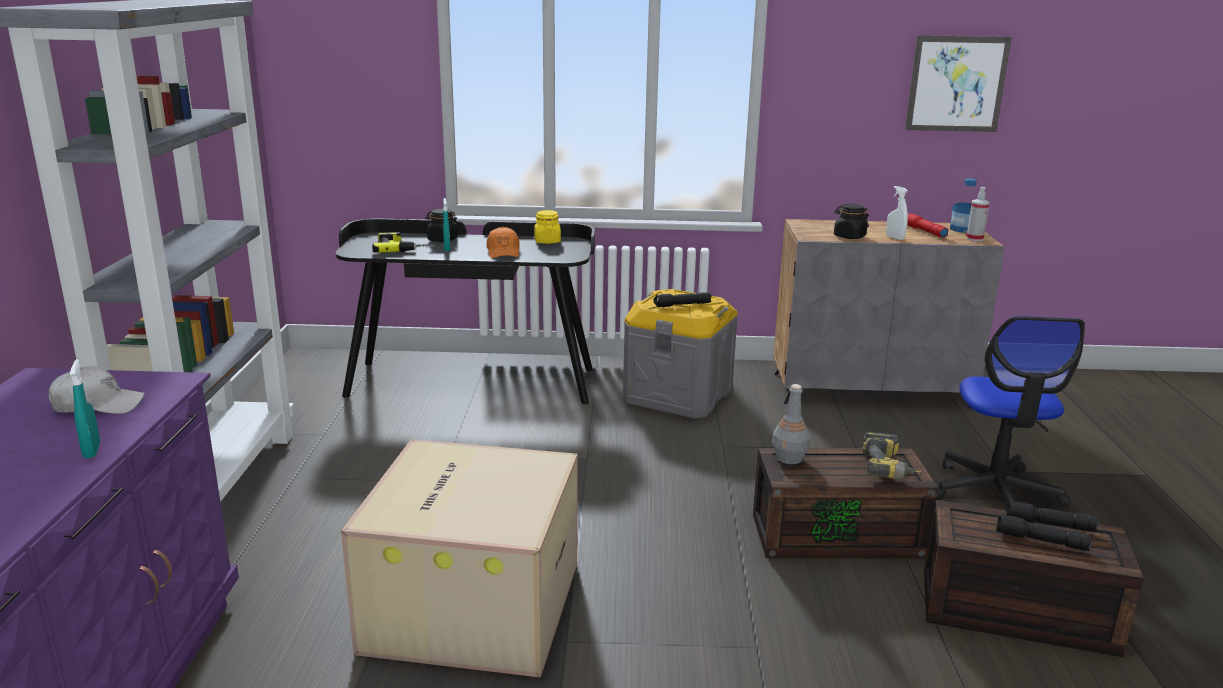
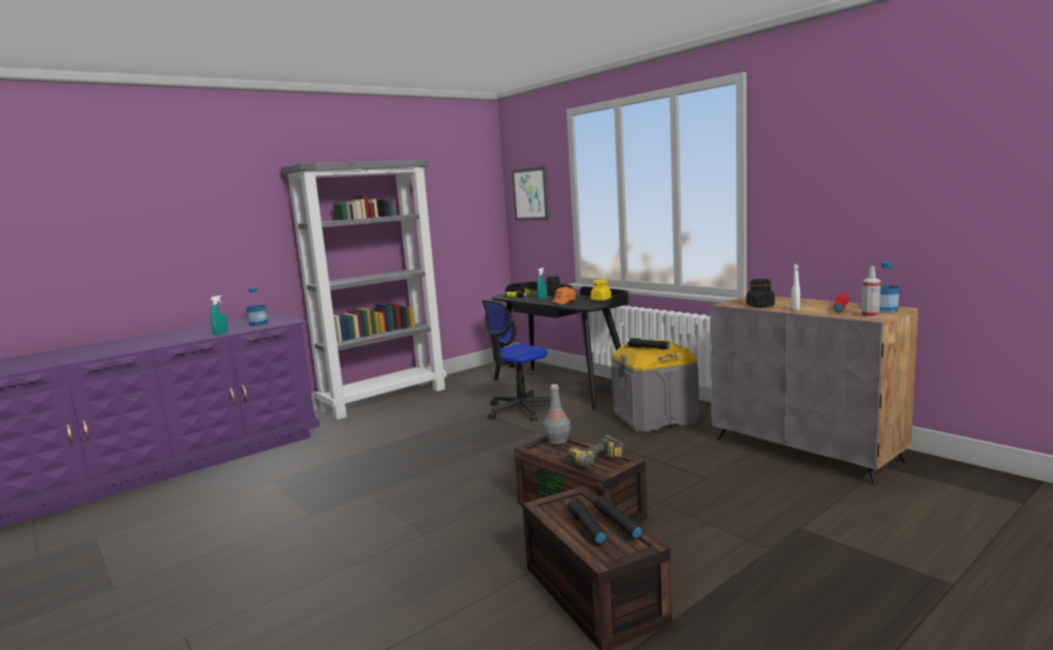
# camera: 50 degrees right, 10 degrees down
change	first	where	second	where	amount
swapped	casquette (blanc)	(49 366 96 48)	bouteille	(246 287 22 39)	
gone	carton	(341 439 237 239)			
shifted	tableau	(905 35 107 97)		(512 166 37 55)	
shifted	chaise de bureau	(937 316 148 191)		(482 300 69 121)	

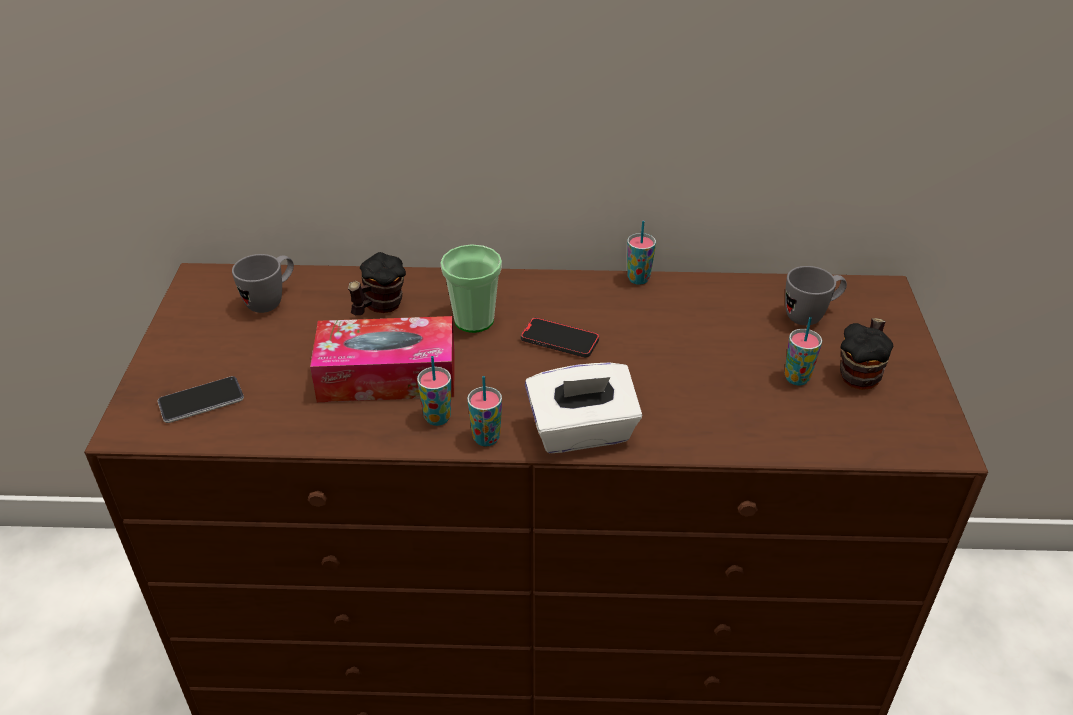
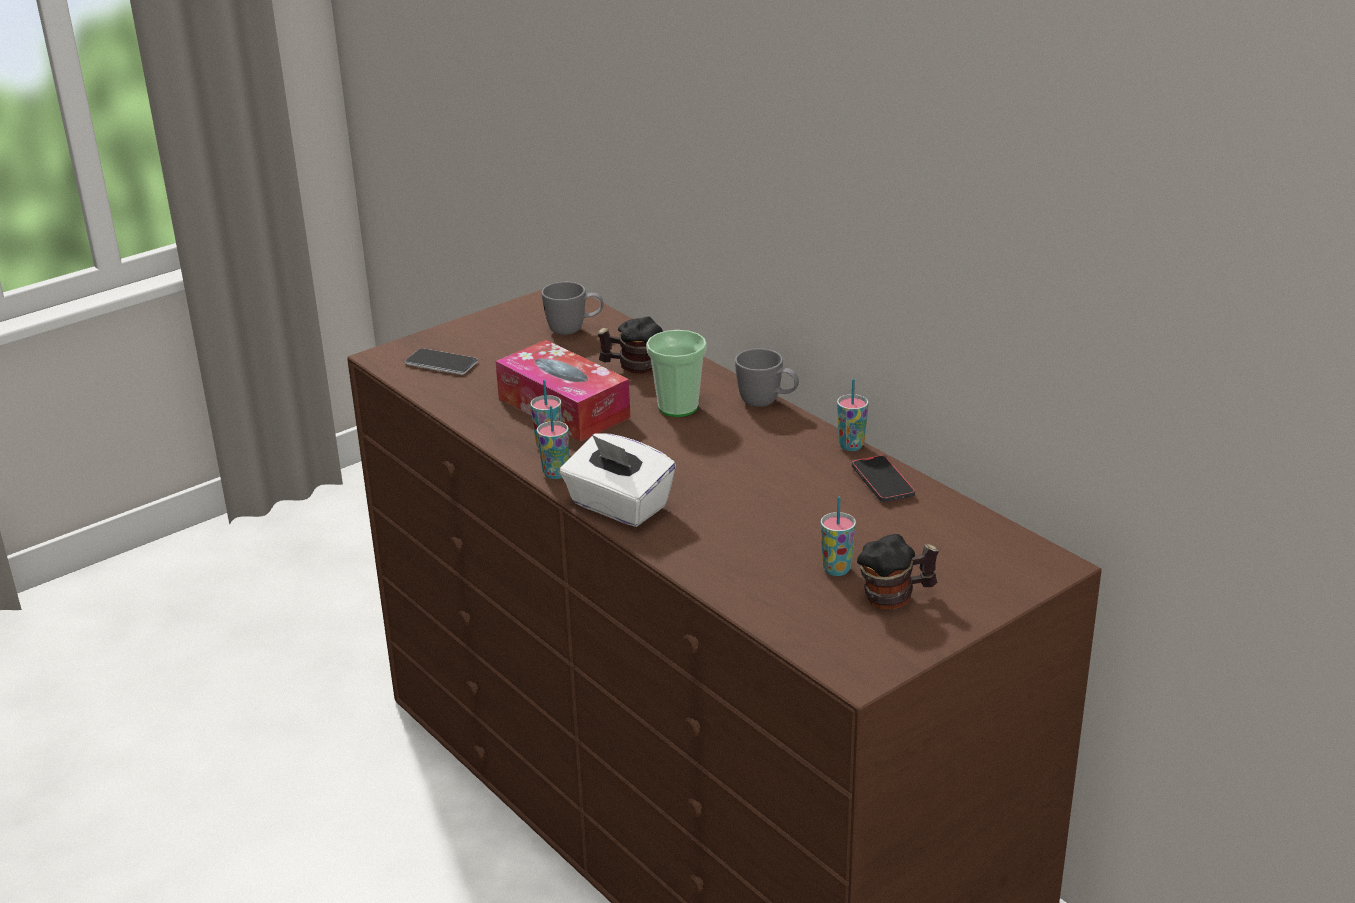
# camera: 50 degrees right, 10 degrees down
change	first	where	second	where	amount
shifted	téléphone	(521 317 78 41)		(852 455 63 47)	
shifted	mug (gris)	(785 266 62 60)		(735 348 64 59)	

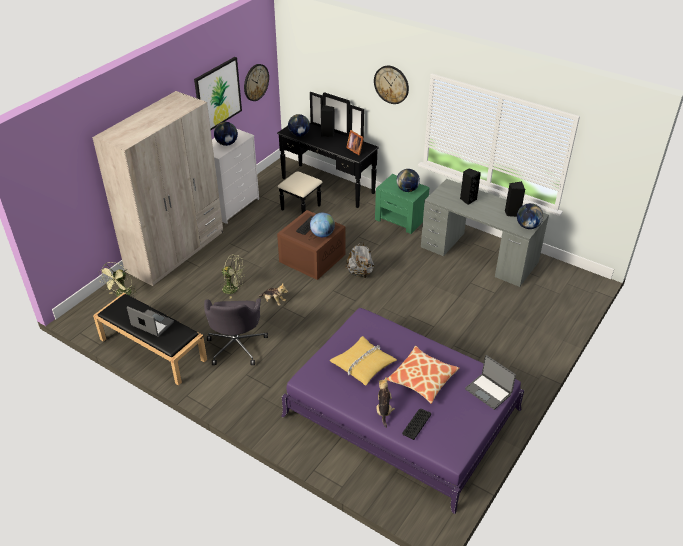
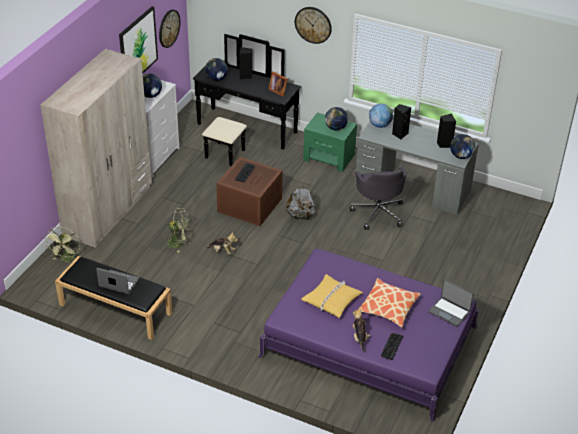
# camera: 10 degrees left, 0 degrees up
change	first	where	second	where	amount
shifted	chaise de bureau (gris)	(204 298 64 67)		(350 167 56 63)	
shifted	globe	(310 213 25 24)		(369 104 24 24)	

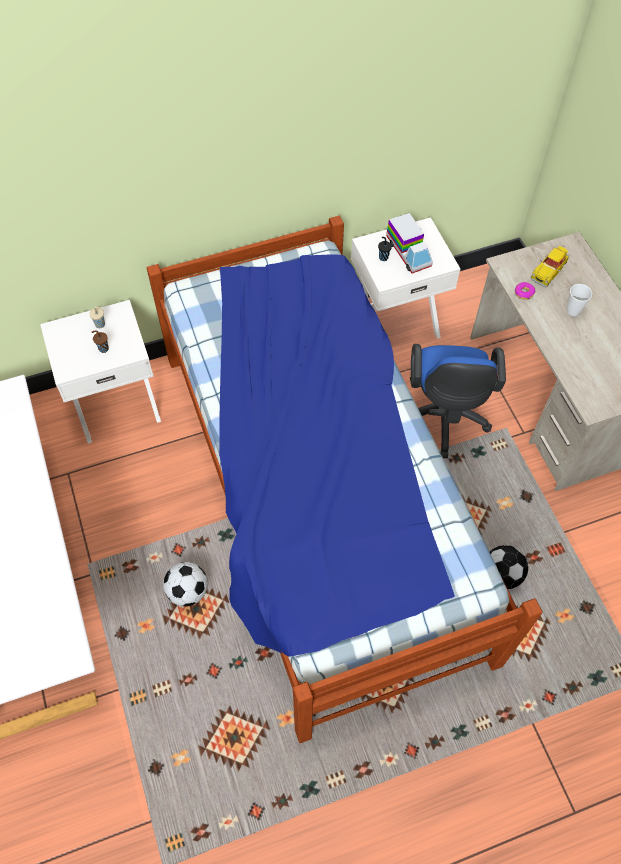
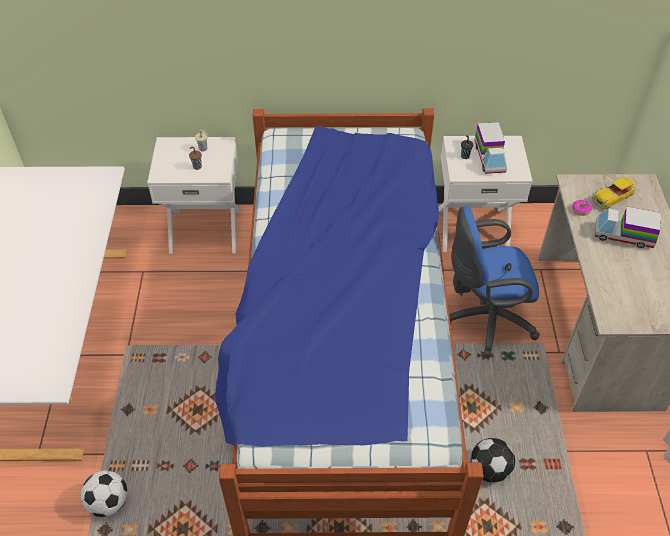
# camera: 20 degrees right, 10 degrees down
change	first	where	second	where	amount
shifted	ballon de foot	(163 562 45 44)		(81 470 46 47)	
rotated	chaise de bureau (bleu)	(410 344 96 114)		(449 206 91 152)	60 degrees clockwise
swapped	tasse	(567 284 25 32)	camion jouet	(595 207 66 41)	

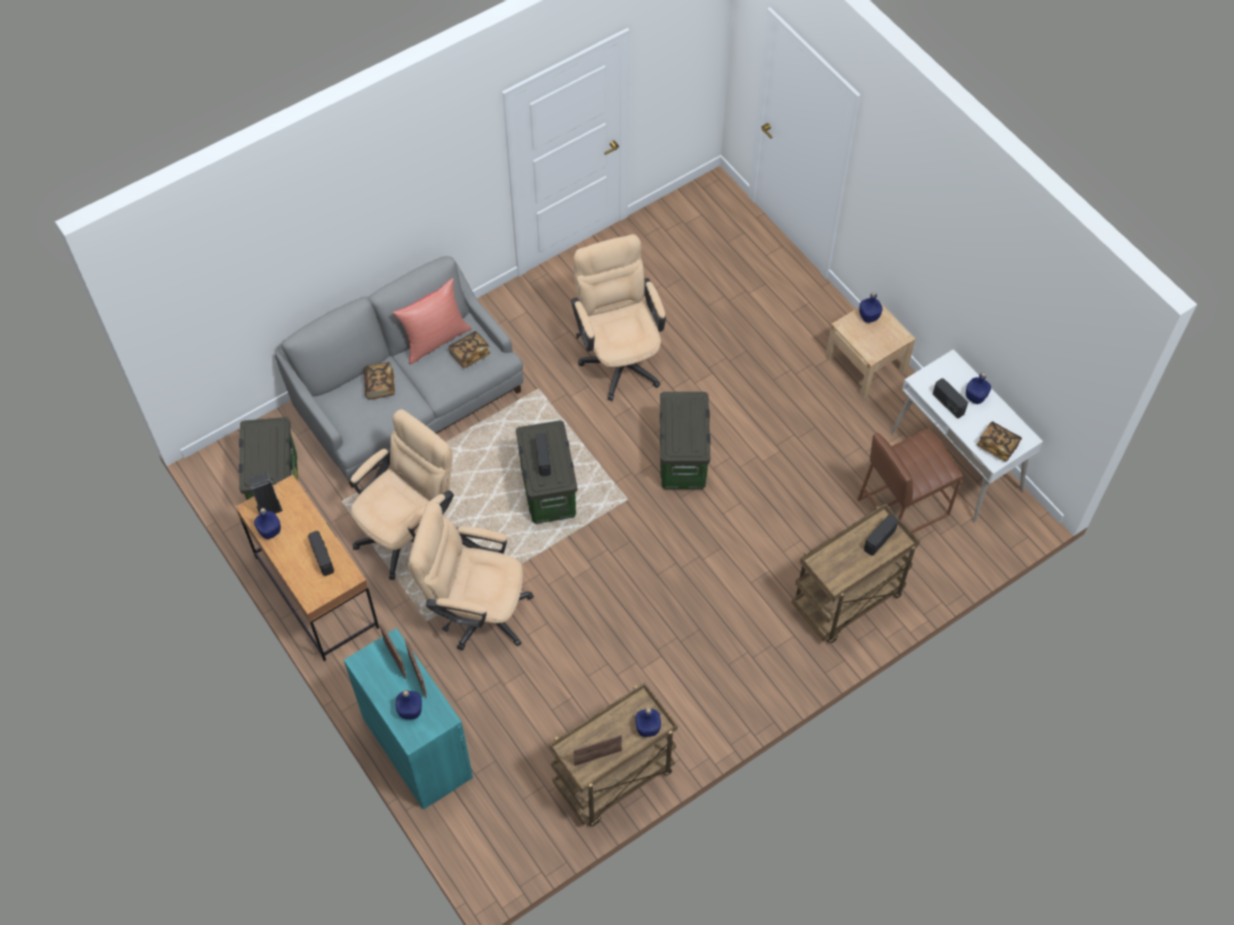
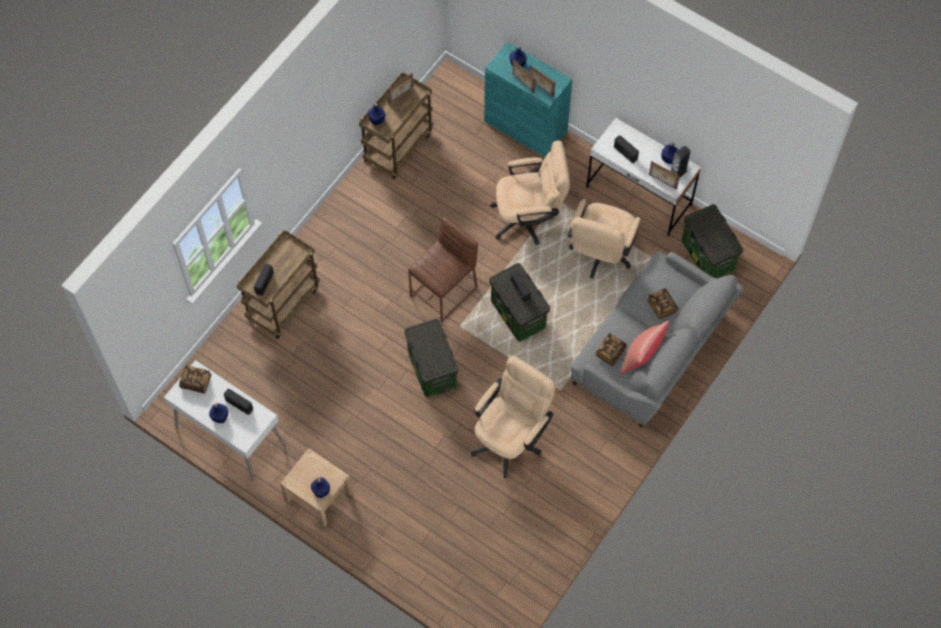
# camera: 160 degrees right, 5 degrees up
change	first	where	second	where	amount
repainted	bureau (marron)	(236 475 143 186)	bureau (blanc)	(586 118 115 118)	
rotated	chaise de bureau (beige)	(571 234 95 167)		(471 356 84 122)	105 degrees counterclockwise
shifted	tabouret (marron)	(857 428 106 105)		(408 217 70 105)	
new			cadre photo	(649 161 31 29)	

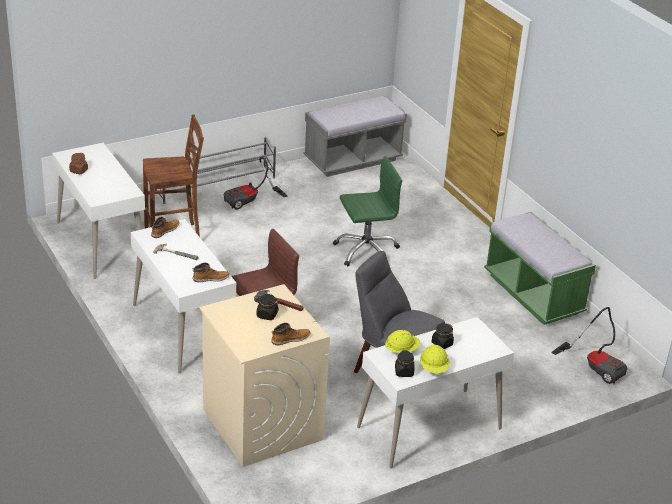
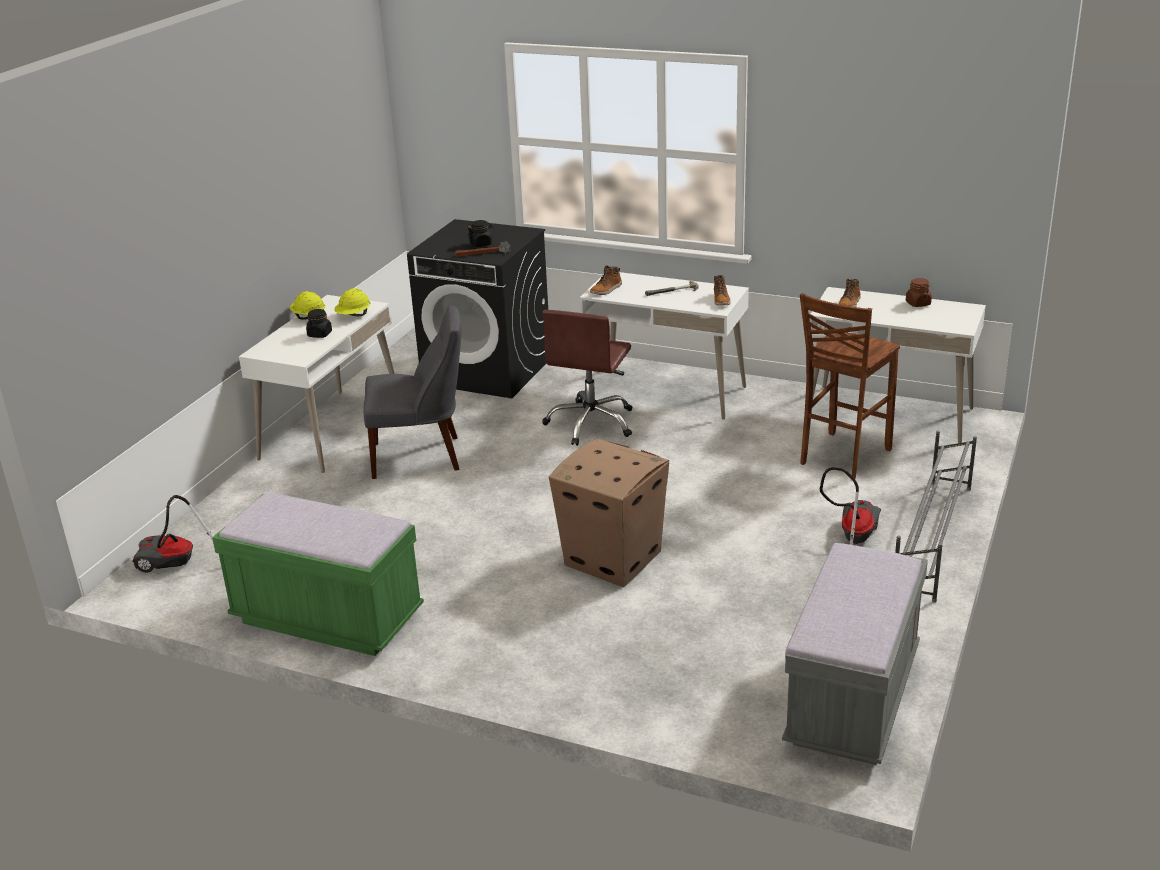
# camera: 145 degrees right, 5 degrees down
change	first	where	second	where	amount
repainted	lave-linge (beige)	(199 284 131 183)	lave-linge (noir)	(407 219 141 179)	
shifted	botte	(271 323 39 22)		(839 278 22 29)	
swapped	chaise de bureau (vert)	(333 156 69 110)	carton	(549 439 120 148)	
gone	bocal (noir)	(395 350 19 27)			

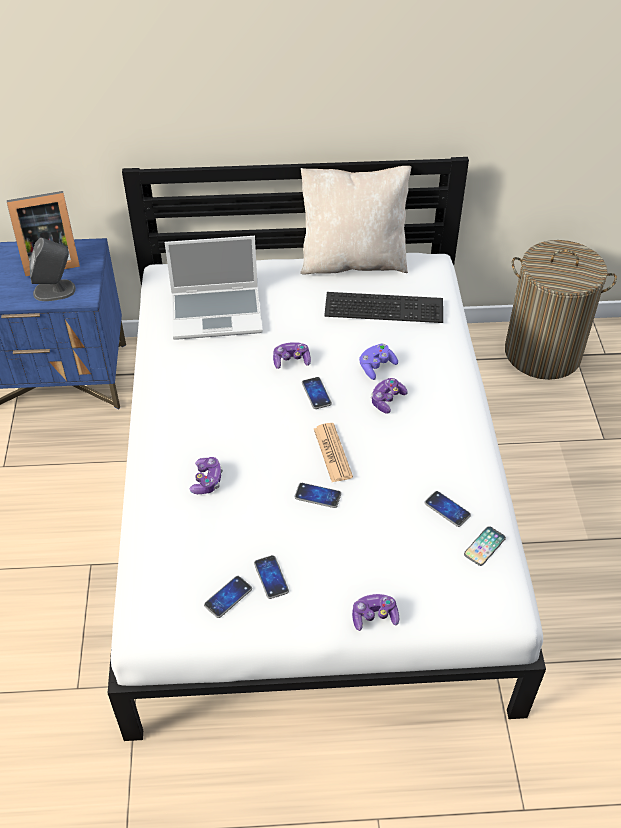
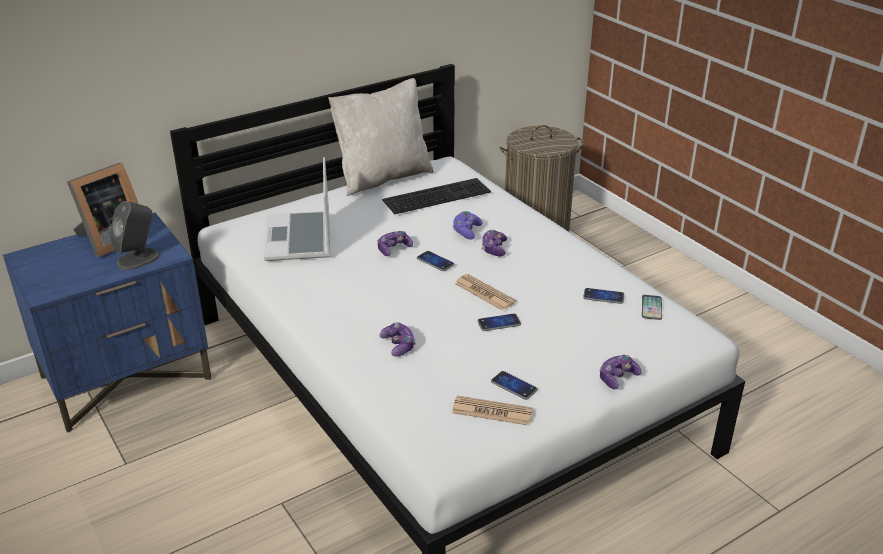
# camera: 30 degrees left, 15 degrees down
change	first	where	second	where	amount
rotated	ordinateur portable	(165 236 98 104)		(264 157 66 104)	120 degrees clockwise
swapped	téléphone	(204 576 48 42)	journal	(452 396 81 30)	

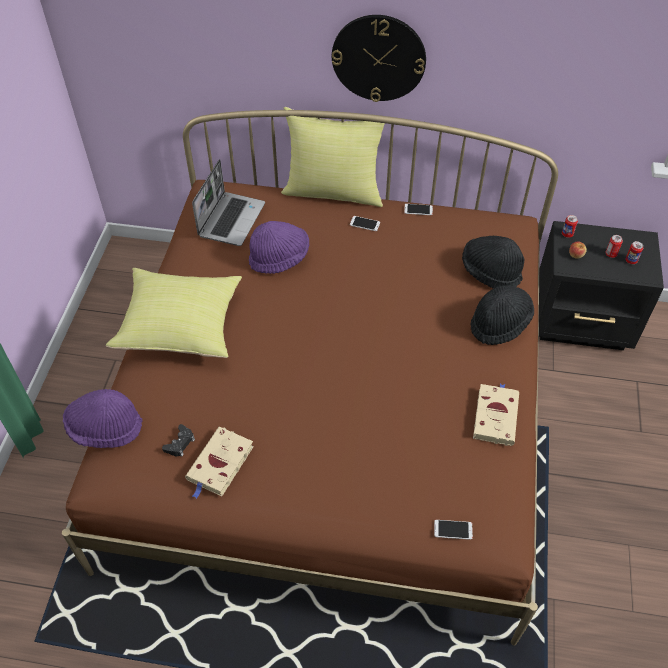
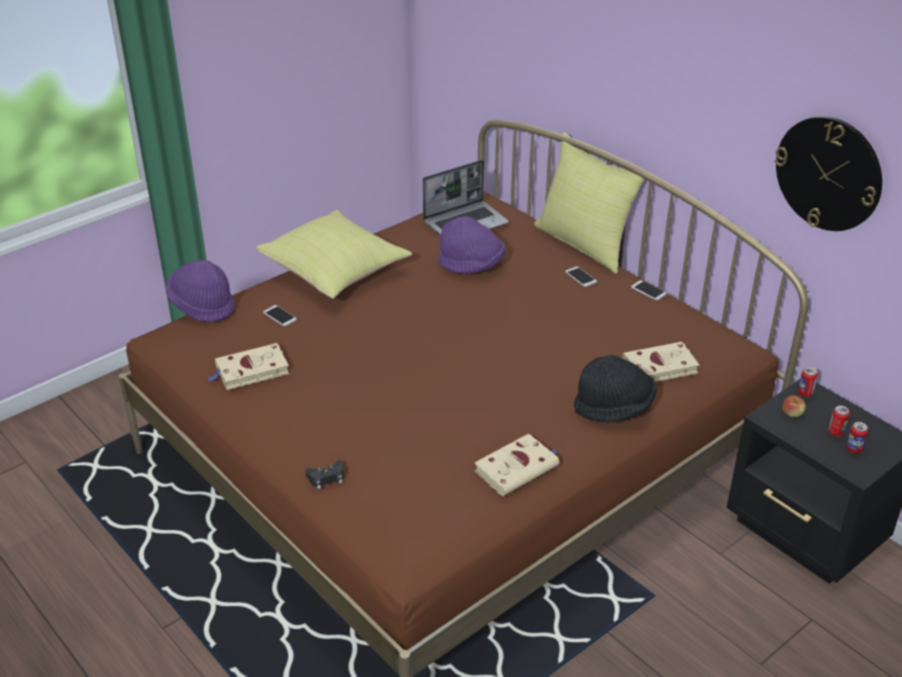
# camera: 40 degrees right, 15 degrees down
change	first	where	second	where	amount
shifted	manette (noir)	(162 424 33 33)		(305 460 39 29)	
shifted	horloge murale	(332 15 94 87)		(775 116 107 115)	
shifted	téléphone	(434 520 39 20)		(263 305 34 21)	
swapped	chapeau (noir)	(462 236 62 53)	livre (beige)	(623 342 77 40)	

